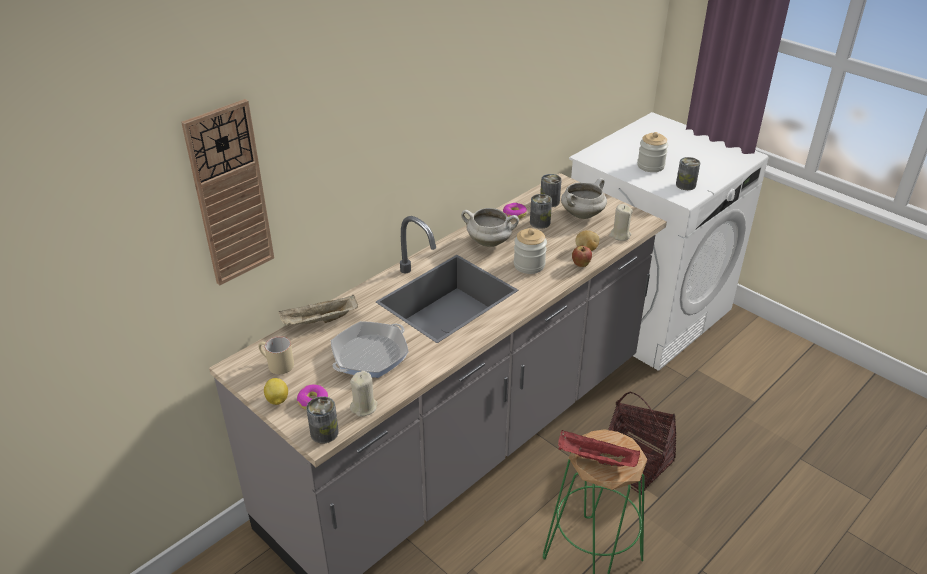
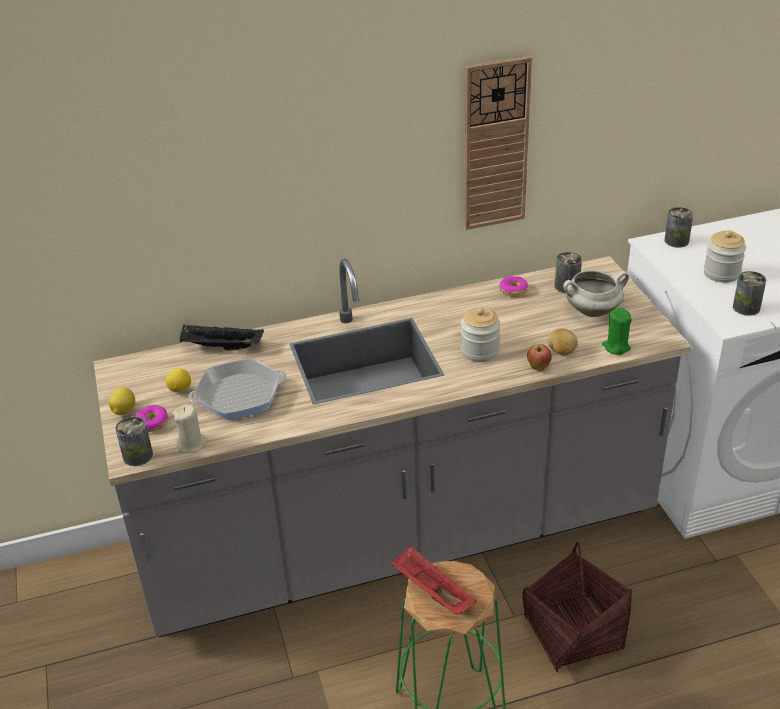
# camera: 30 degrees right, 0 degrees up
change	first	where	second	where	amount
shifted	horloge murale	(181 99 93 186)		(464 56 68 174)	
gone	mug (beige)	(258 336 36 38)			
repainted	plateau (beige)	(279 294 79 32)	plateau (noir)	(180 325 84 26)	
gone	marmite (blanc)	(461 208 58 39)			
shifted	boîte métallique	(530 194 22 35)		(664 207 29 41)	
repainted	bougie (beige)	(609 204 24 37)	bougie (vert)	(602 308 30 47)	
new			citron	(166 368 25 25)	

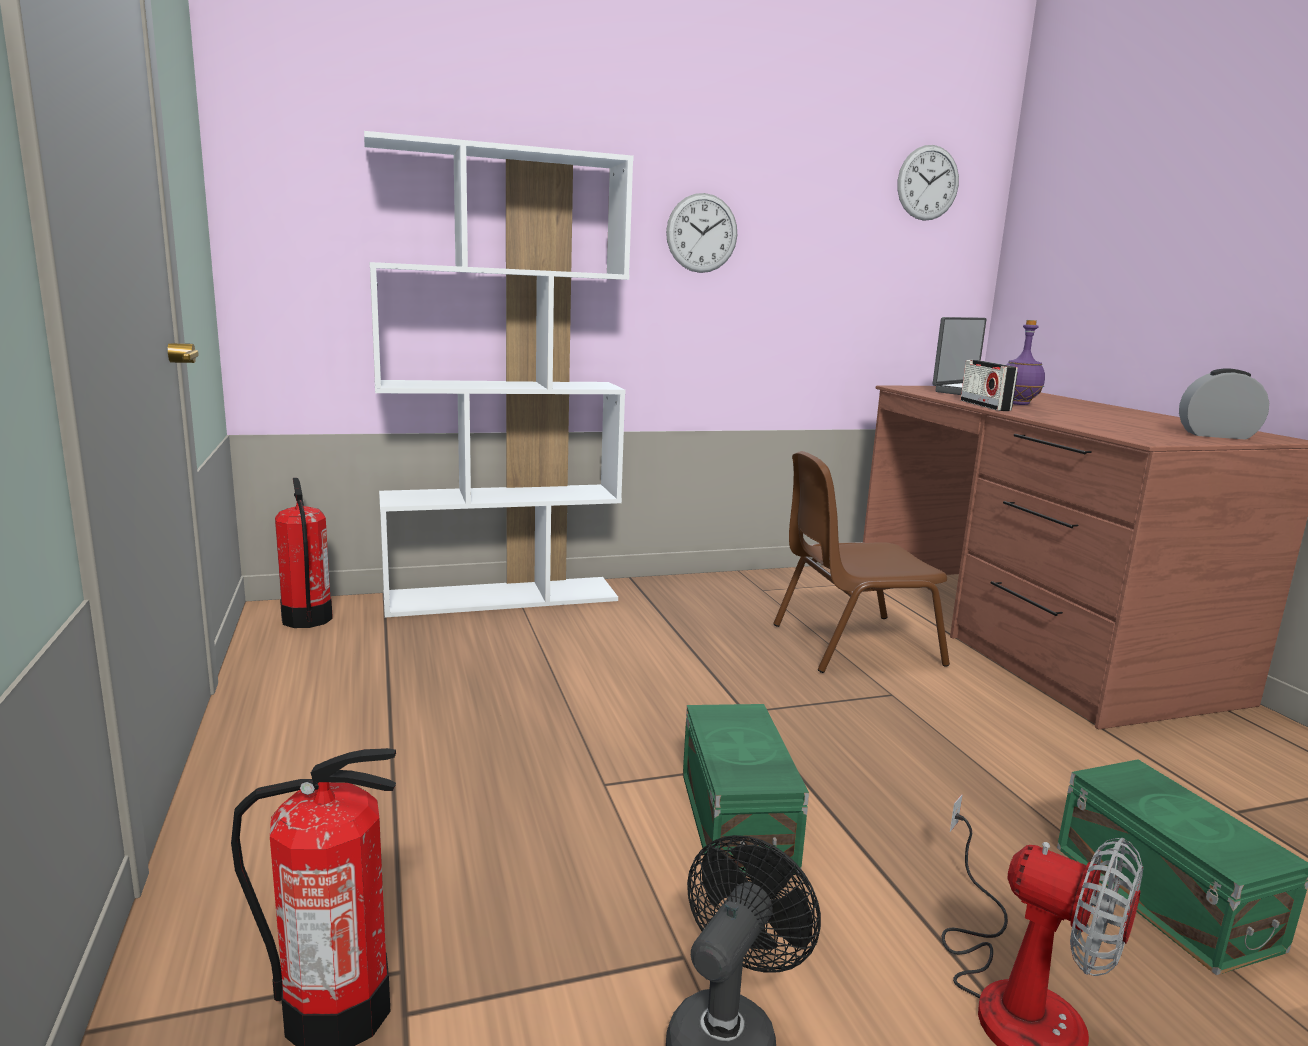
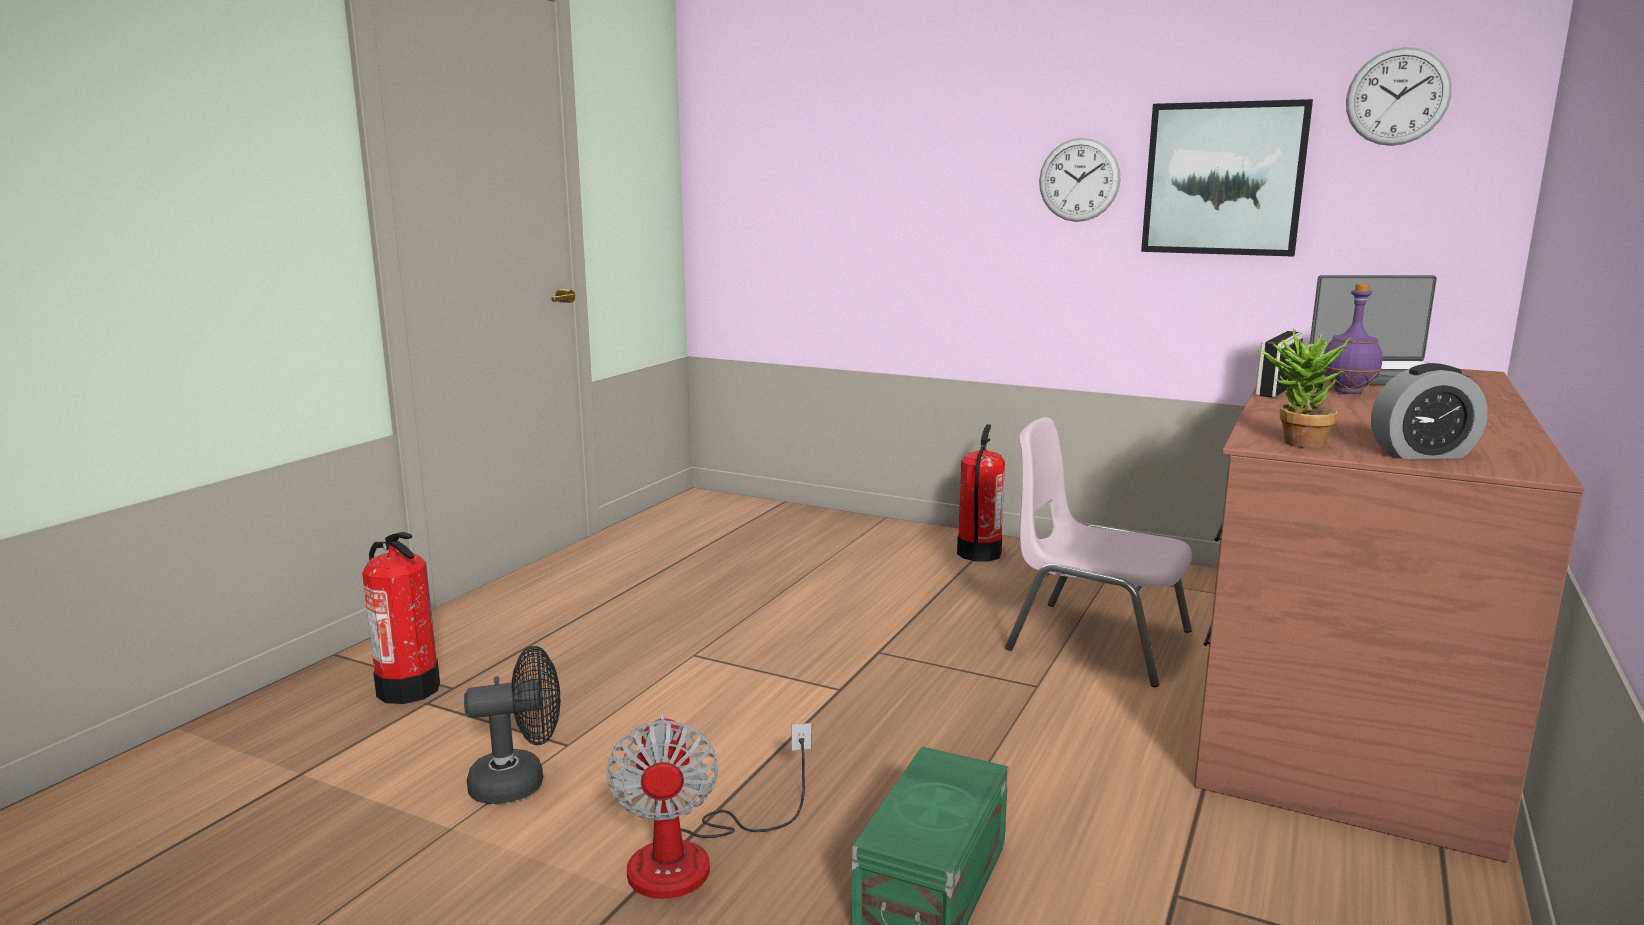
# camera: 45 degrees right, 0 degrees up
change	first	where	second	where	amount
shifted	extincteur	(275 478 58 150)		(957 424 48 137)	
gone	bibliothèque (blanc)	(364 131 270 486)			
gone	boîte de rangement (vert)	(683 704 126 172)			
repainted	chaise (marron)	(773 451 177 222)	chaise (rose)	(1005 417 187 270)	
rotated	réveil	(1179 368 90 72)		(1371 363 117 96)	120 degrees clockwise
new			tableau	(1141 99 172 158)	
new			plante en pot	(1258 329 94 119)	

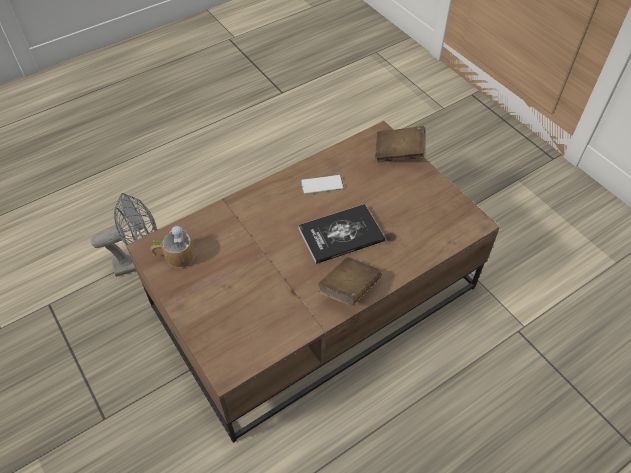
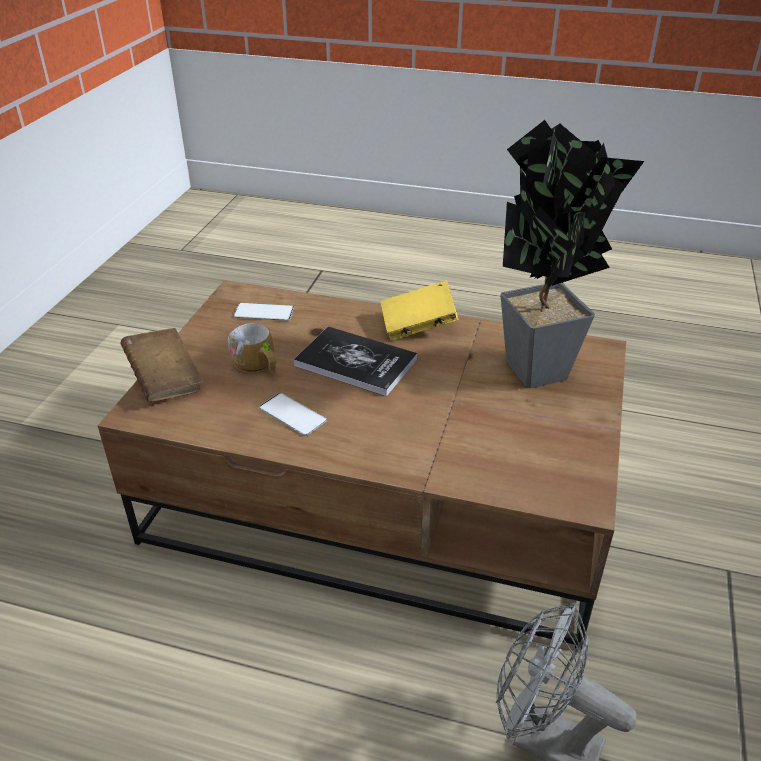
# camera: 130 degrees left, 15 degrees down
change	first	where	second	where	amount
shifted	mug	(151 226 44 42)		(228 323 49 51)	
repainted	livre (marron)	(318 257 64 49)	livre (jaune)	(381 281 77 59)	
new			téléphone	(233 303 61 18)	
new			plante en pot	(500 120 144 268)	

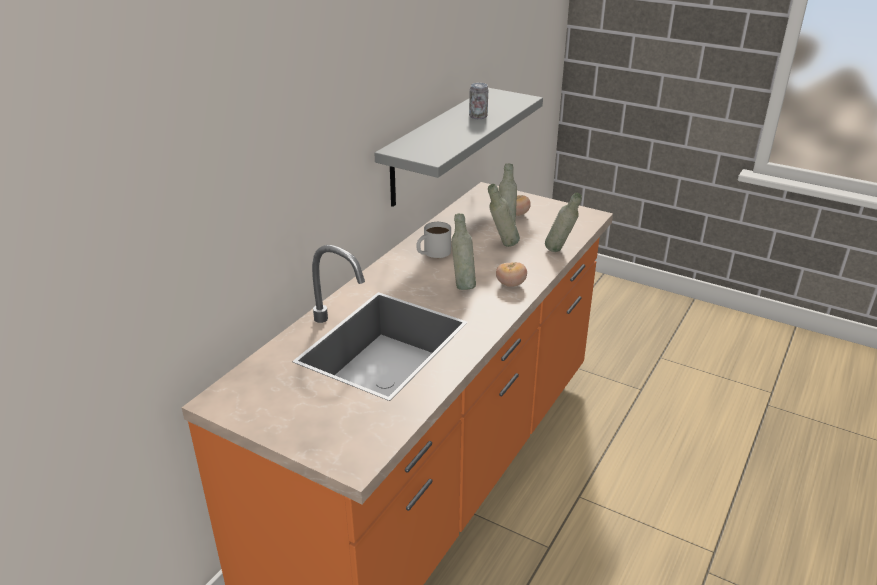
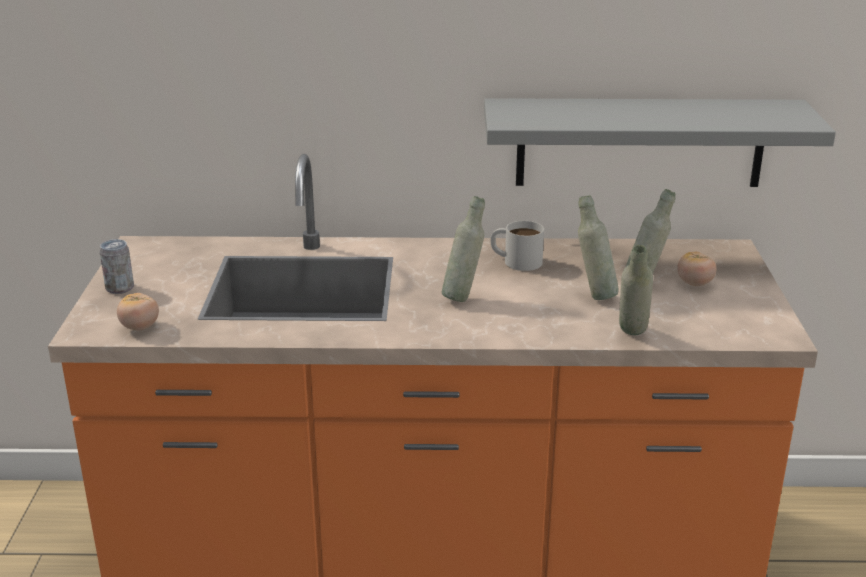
# camera: 60 degrees right, 5 degrees down
change	first	where	second	where	amount
shifted	boîte métallique	(469 83 19 36)		(100 239 34 55)	
shifted	tomate	(496 262 31 25)		(117 293 42 37)	

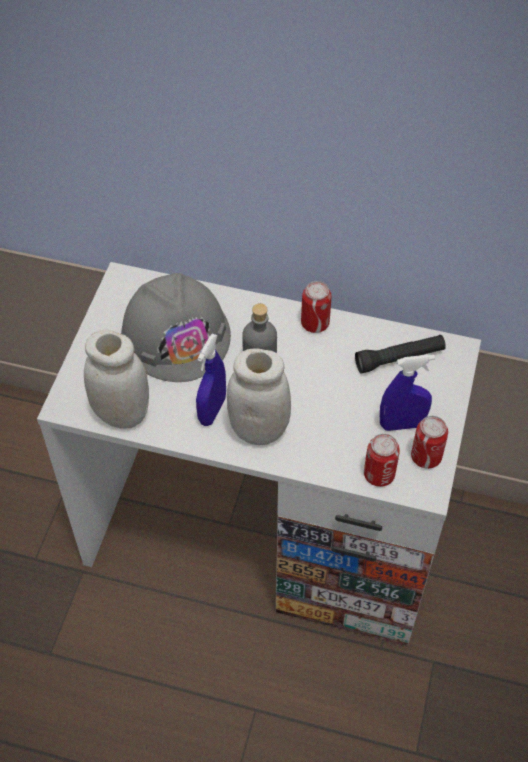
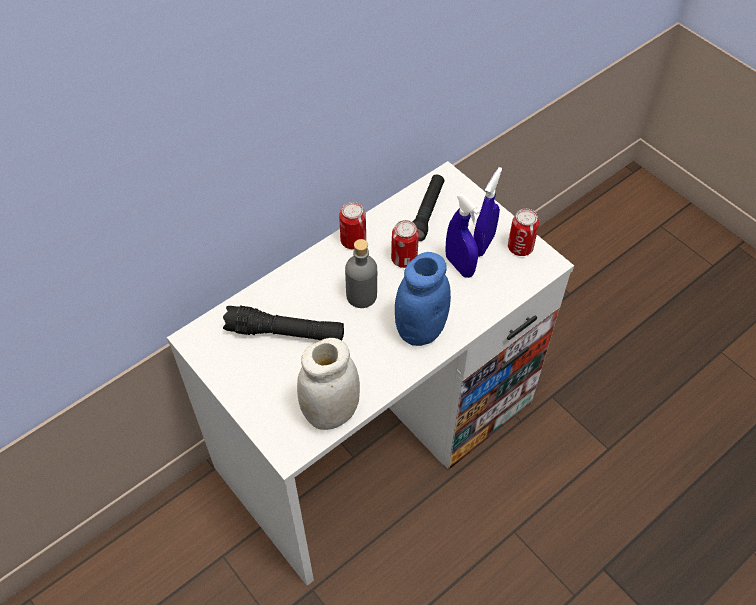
# camera: 55 degrees left, 0 degrees up
change	first	where	second	where	amount
swapped	casque de chantier (gris)	(121 273 110 109)	lampe de poche (noir)	(223 306 121 35)	
shifted	vaporisateur (bleu)	(196 334 30 92)		(445 194 35 84)	
repainted	bocal (blanc)	(227 349 64 96)	bocal (bleu)	(395 252 56 94)	
shifted	boîte métallique	(364 434 36 53)		(391 220 28 48)	

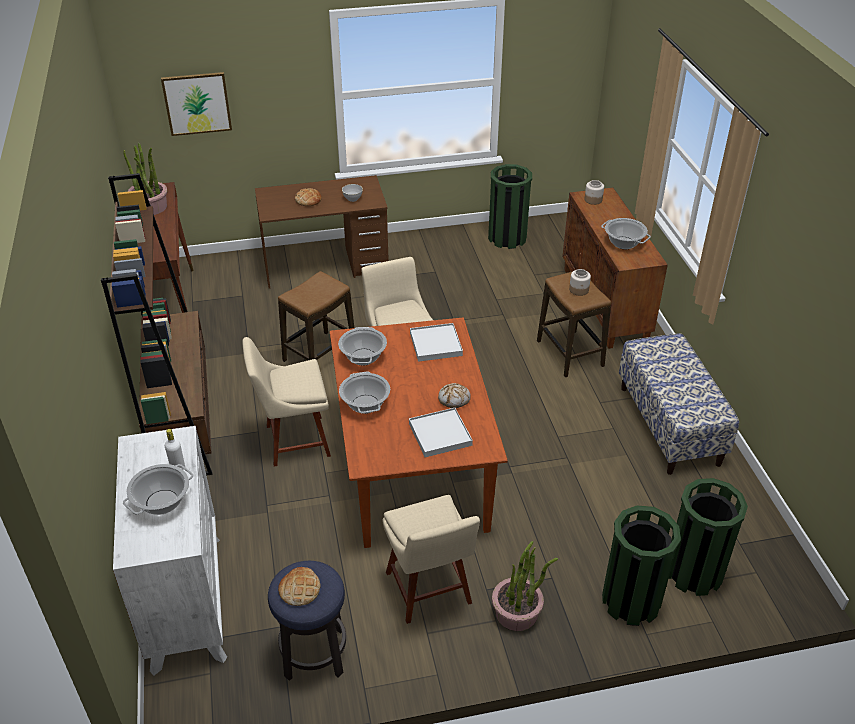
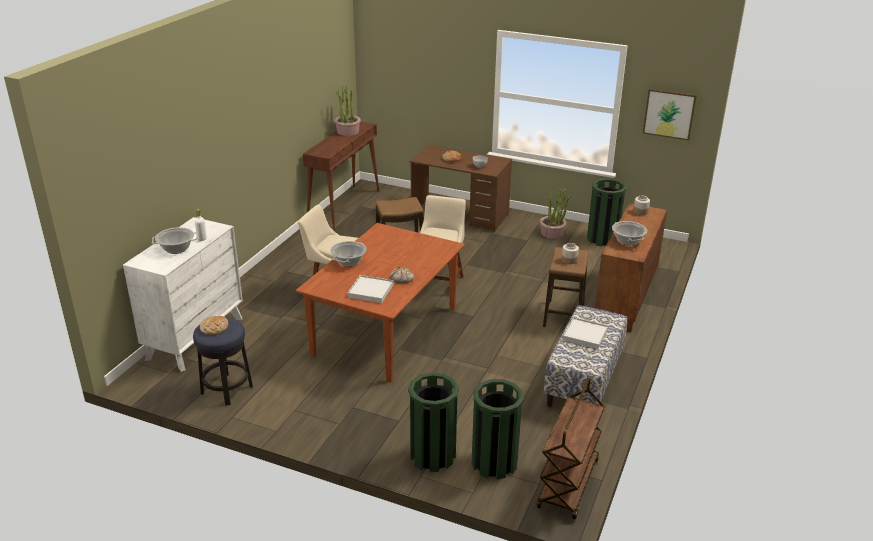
# camera: 35 degrees right, 10 degrees down
change	first	where	second	where	amount
gone	bibliothèque (marron)	(101 173 111 303)			
shifted	tableau	(161 72 71 64)		(643 89 54 52)	
gone	marmite	(338 327 49 38)			
gone	chaise (beige)	(382 495 98 129)			
shifted	plateau (blanc)	(410 323 53 39)		(563 317 45 32)	
shifted	plante en pot	(492 541 66 90)		(539 187 33 52)	
new			chariot (marron)	(537 378 68 141)	

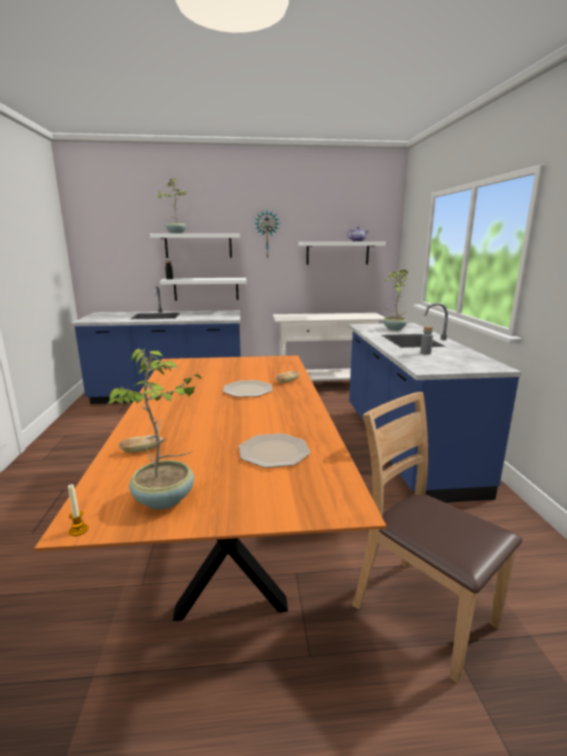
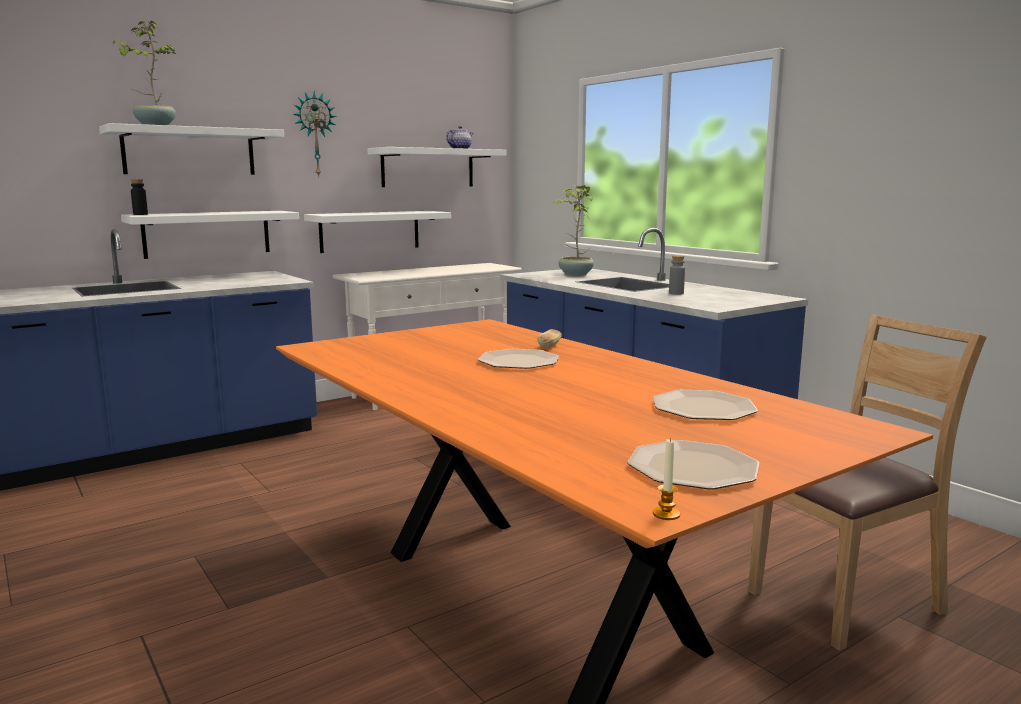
# camera: 30 degrees left, 5 degrees down
change	first	where	second	where	amount
swapped	plante en pot	(107 349 95 160)	assiette	(627 440 132 49)	
gone	pain	(119 434 43 19)			
rotated	chaise (marron)	(352 392 170 291)		(748 315 239 336)	135 degrees clockwise
new			étagère (blanc)	(304 211 147 42)	

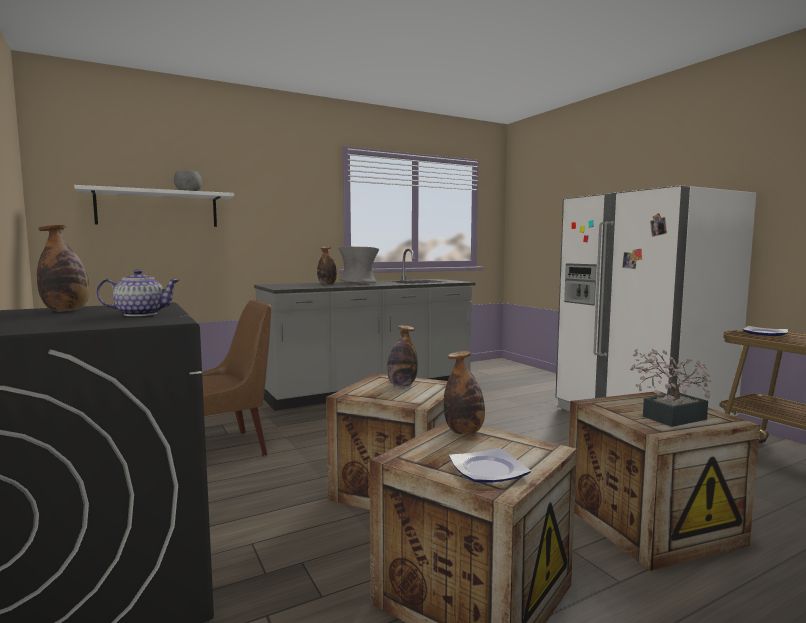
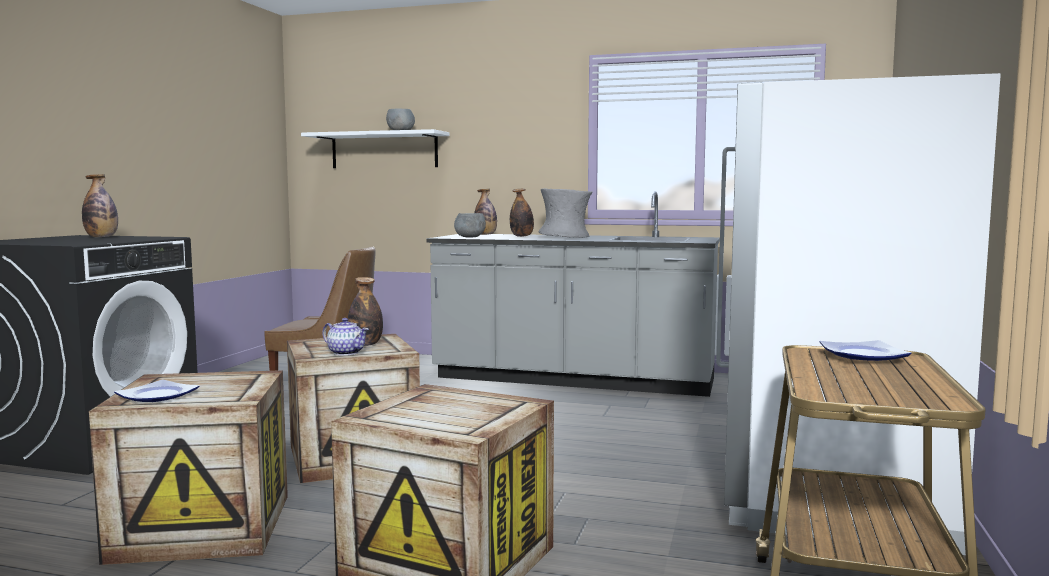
# camera: 45 degrees right, 0 degrees up
change	first	where	second	where	amount
shifted	théière	(96 269 84 47)		(322 318 47 38)	
shifted	bouteille	(444 351 41 83)		(474 189 23 46)	
gone	plante en pot	(629 348 82 79)			
new			bol (gris)	(454 213 32 25)	

